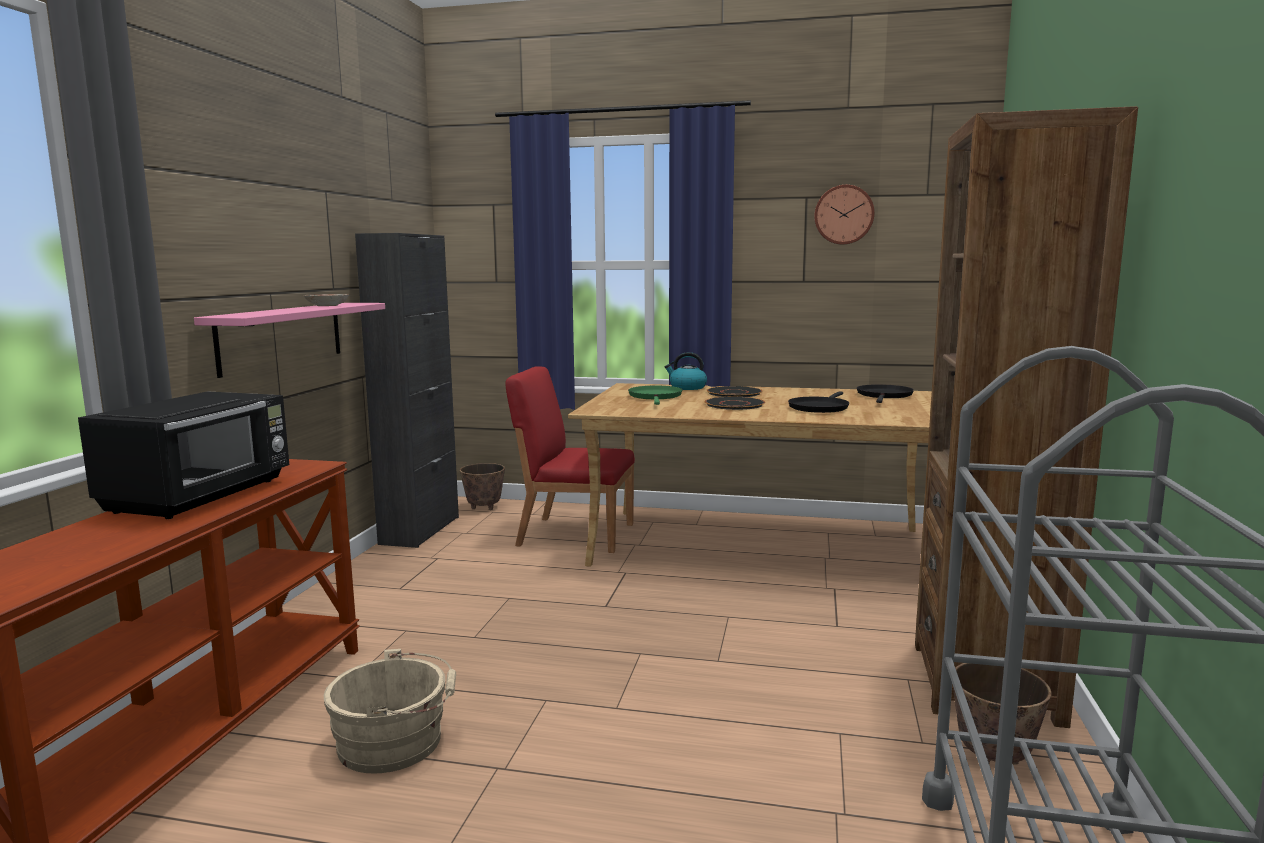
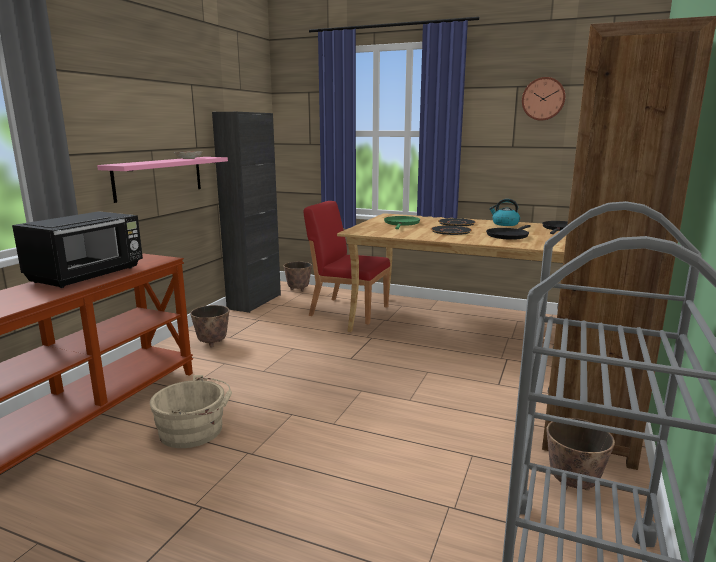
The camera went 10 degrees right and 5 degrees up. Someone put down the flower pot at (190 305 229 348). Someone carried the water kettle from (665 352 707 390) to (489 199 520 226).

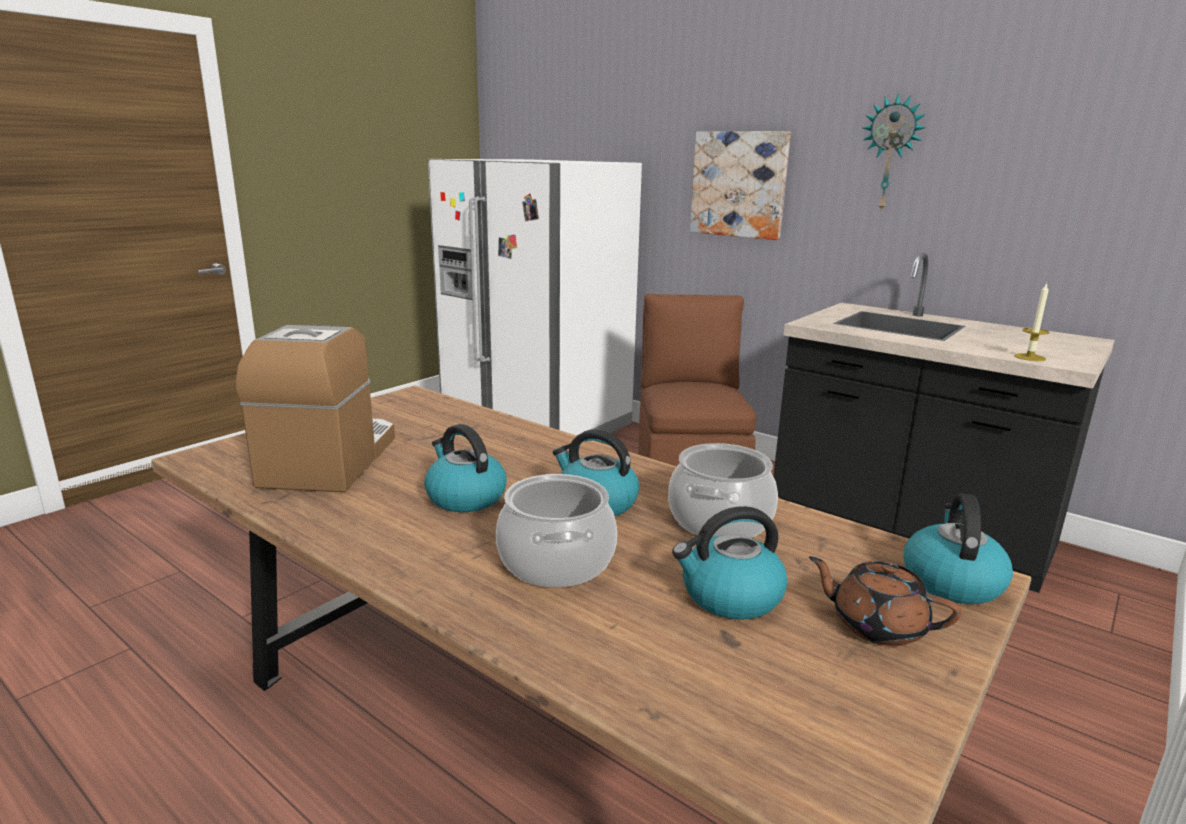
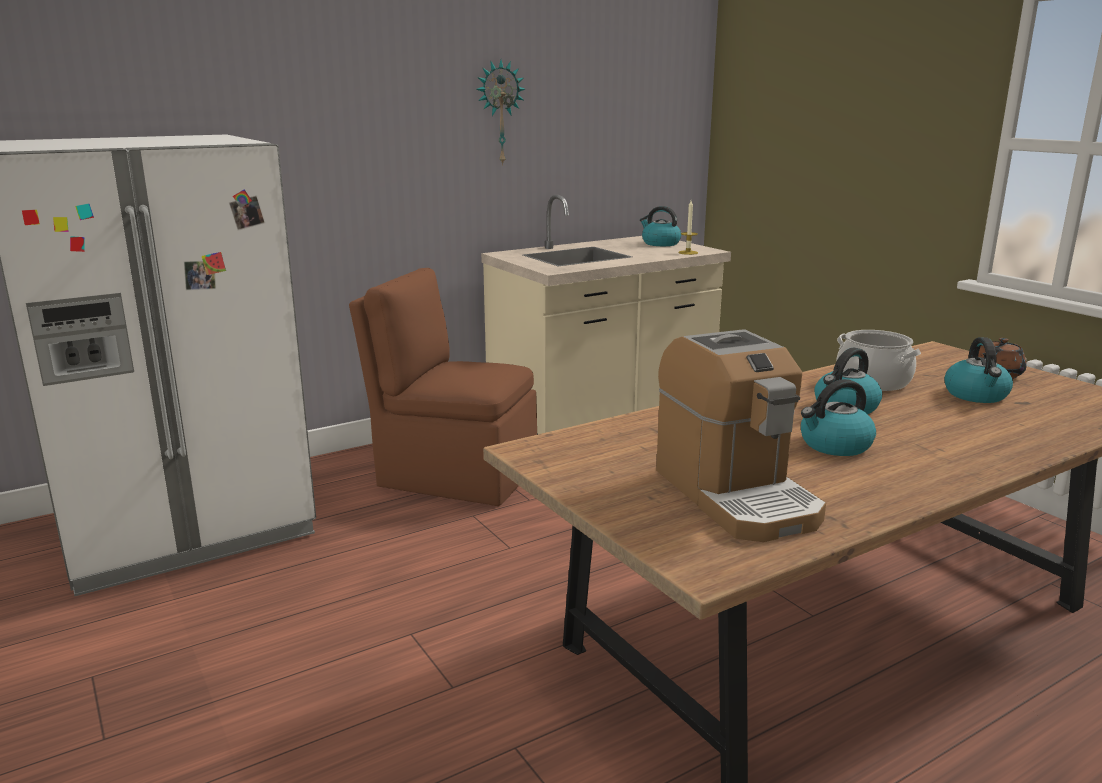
The camera went 70 degrees left and 0 degrees up. Someone took away the stockpot at (496 474 617 587). Someone took away the picture at (690 131 791 240). Someone carried the water kettle from (903 493 1013 604) to (640 206 681 246). Someone repainted the black-coloured counter at (773 253 1115 593), which became the sand-coloured counter at (481 194 731 435). Someone rotated the coffee maker at (236 325 395 492) by 135 degrees counterclockwise.

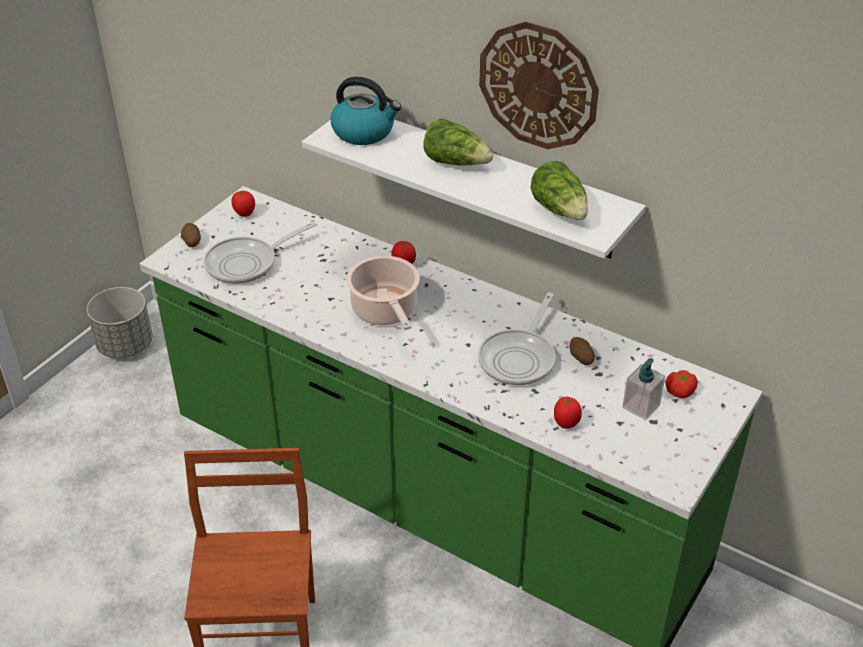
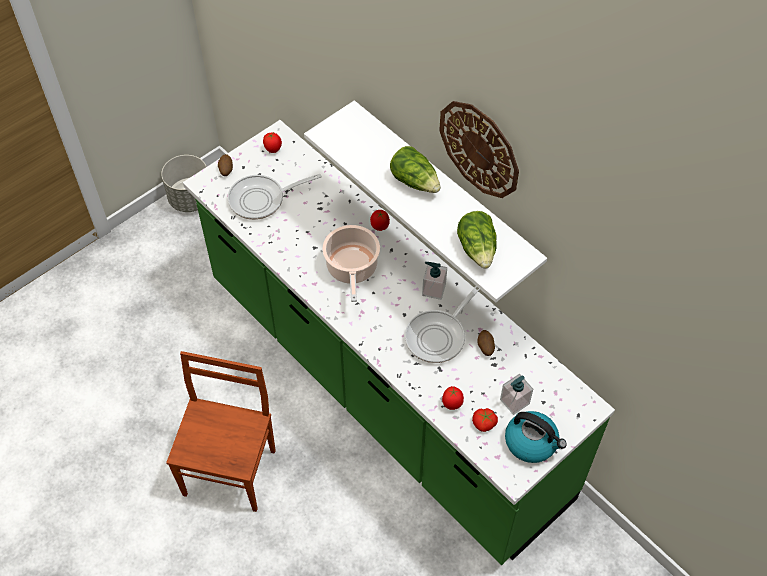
The camera went 15 degrees right and 15 degrees up. Someone put down the liquid soap bottle at (422 262 447 300). Someone carried the water kettle from (331 77 401 145) to (505 411 567 463). Someone carried the whole tomato from (665 370 698 398) to (472 408 498 432).

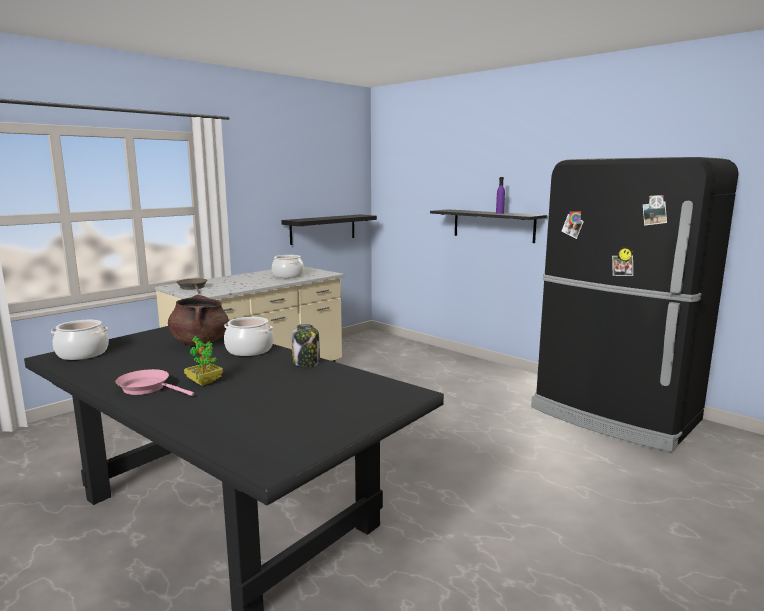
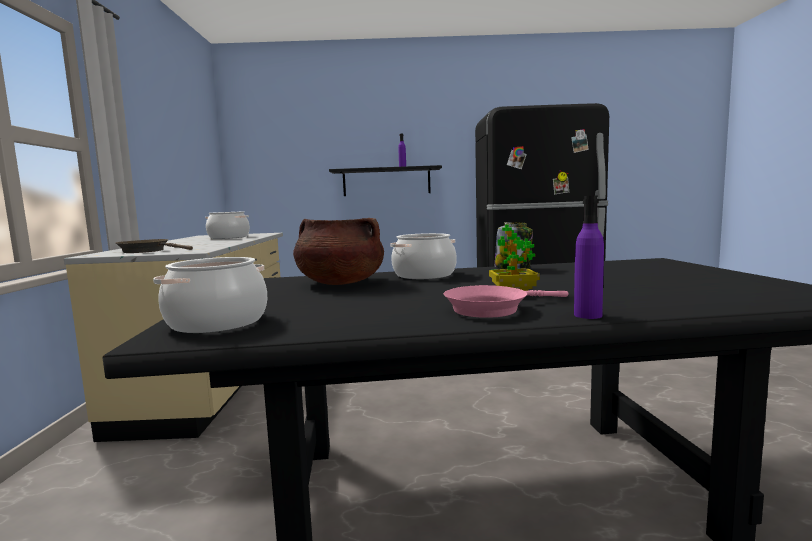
The camera went 45 degrees left and 5 degrees down. Someone took away the black-coloured bracket shelf at (281 214 377 245). Someone put down the purple-coloured drink bottle at (574 195 604 319).

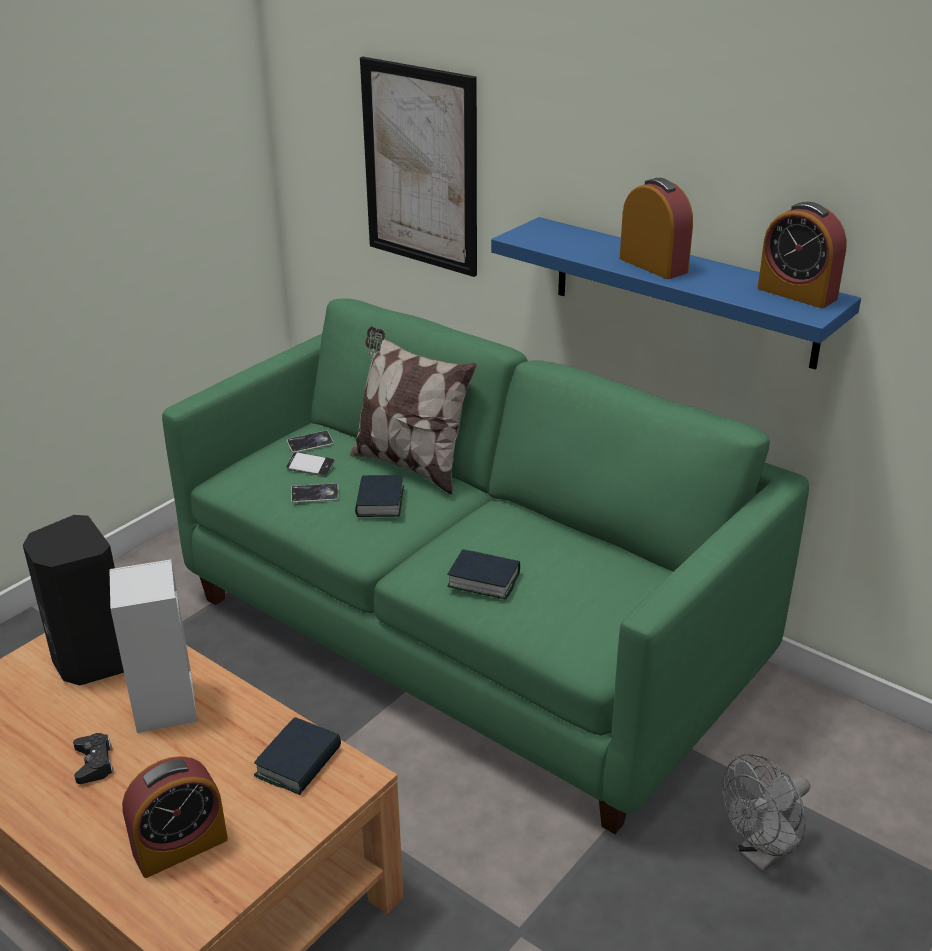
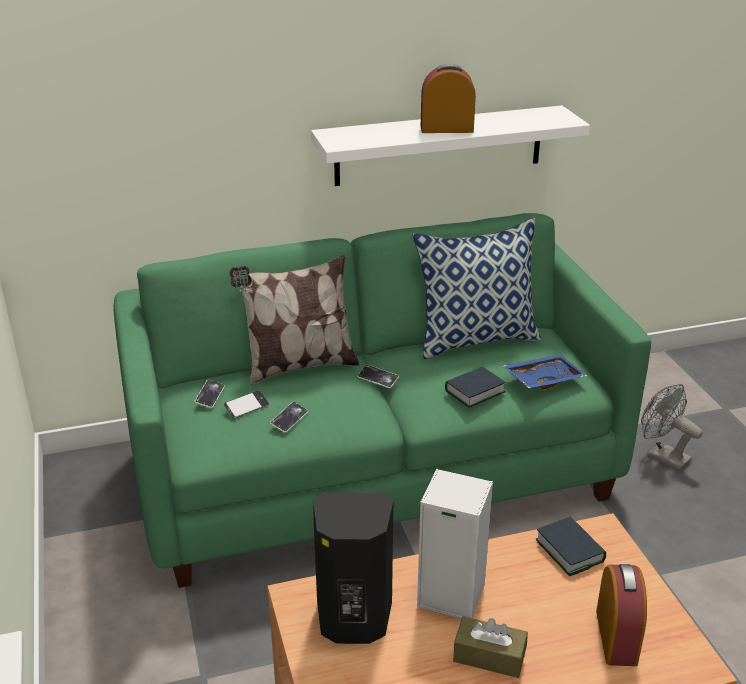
The camera went 55 degrees left and 0 degrees up. Someone took away the book at (355 475 404 517). Someone took away the picture at (360 57 477 277). Someone took away the table clock at (758 202 847 308). Someone put down the telephone at (357 365 399 388). Someone put down the pillow at (413 218 541 359). Someone put down the bluish serving tray at (503 354 588 389). Someone swapped the black-coloured gamepad at (73 733 114 784) for the brown tissue box at (453 616 528 678). Someone repainted the bluish bracket shelf at (491 217 861 369), which became the whitish bracket shelf at (311 105 590 186). Someone rotated the greyish cooling fan at (723 754 810 873) by 135 degrees clockwise.

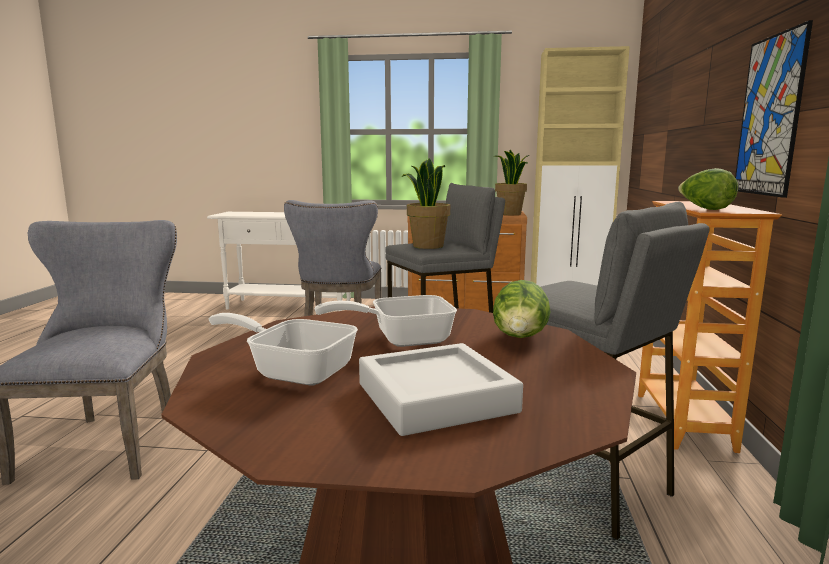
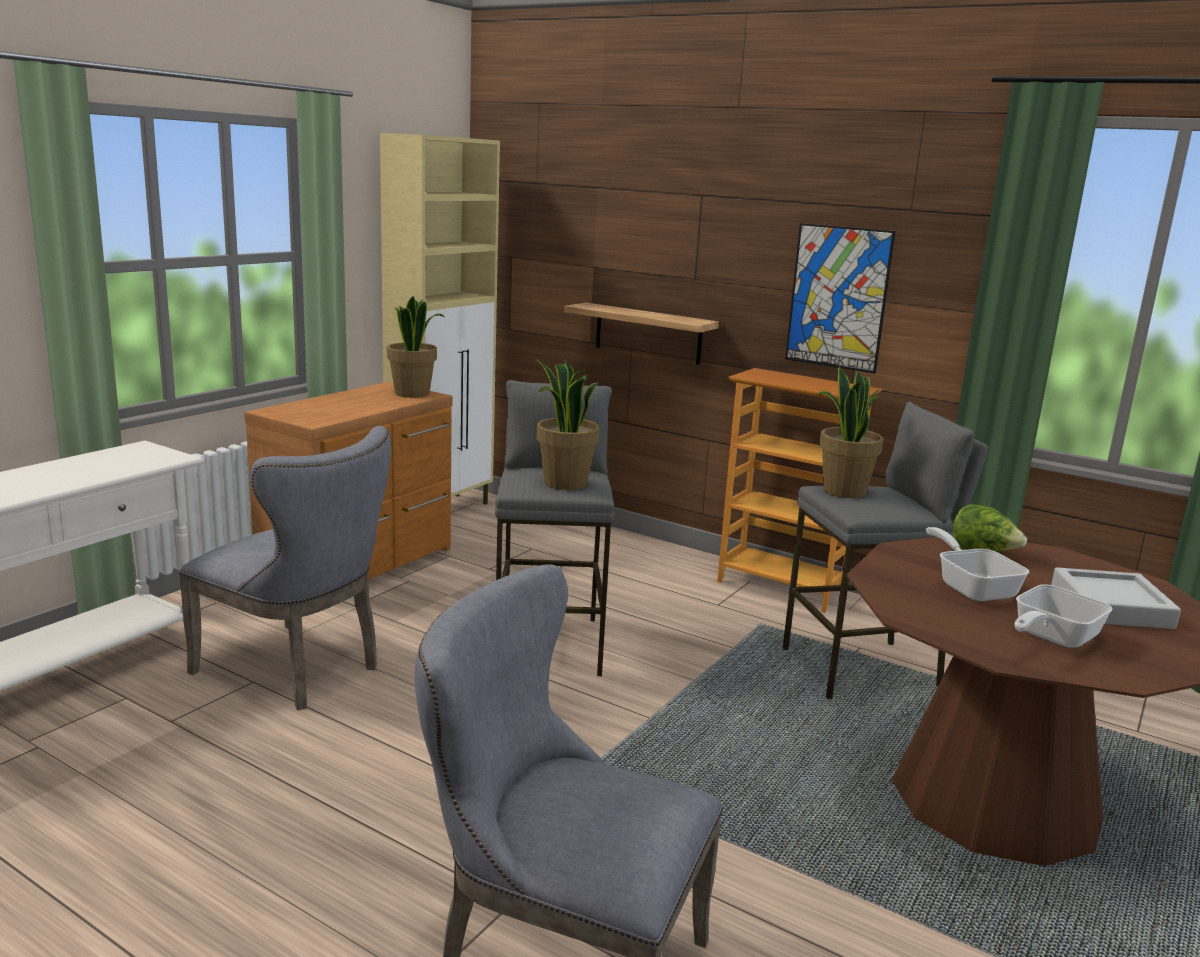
The camera went 65 degrees left and 5 degrees up. Someone took away the lettuce head at (678 168 738 210). Someone put up the bracket shelf at (564 303 719 365). Someone put down the houseplant at (817 366 883 498). Someone rotated the frying pan at (315 295 457 347) by 150 degrees clockwise.

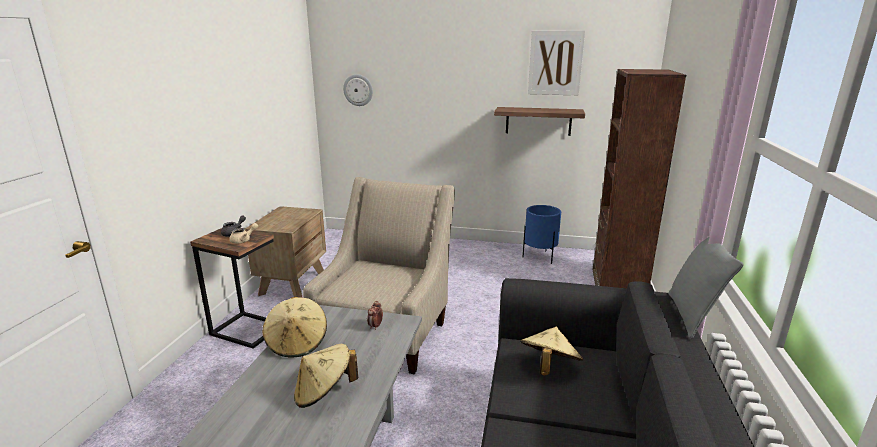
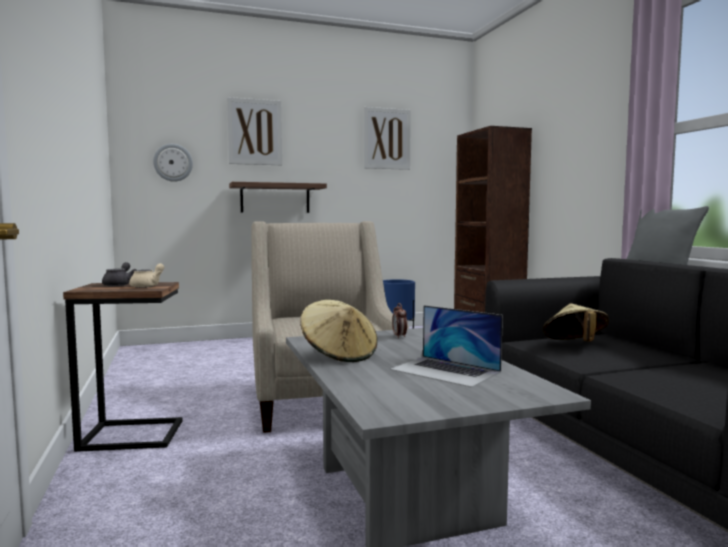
The camera went 30 degrees left and 15 degrees down. Someone took away the brown bedside table at (245 206 326 298). Someone put up the picture at (227 97 282 165). Someone carried the bracket shelf from (494 107 585 136) to (229 182 327 213). Someone swapped the sand-coloured clothing hat at (294 344 358 408) for the portable computer at (390 305 503 388).

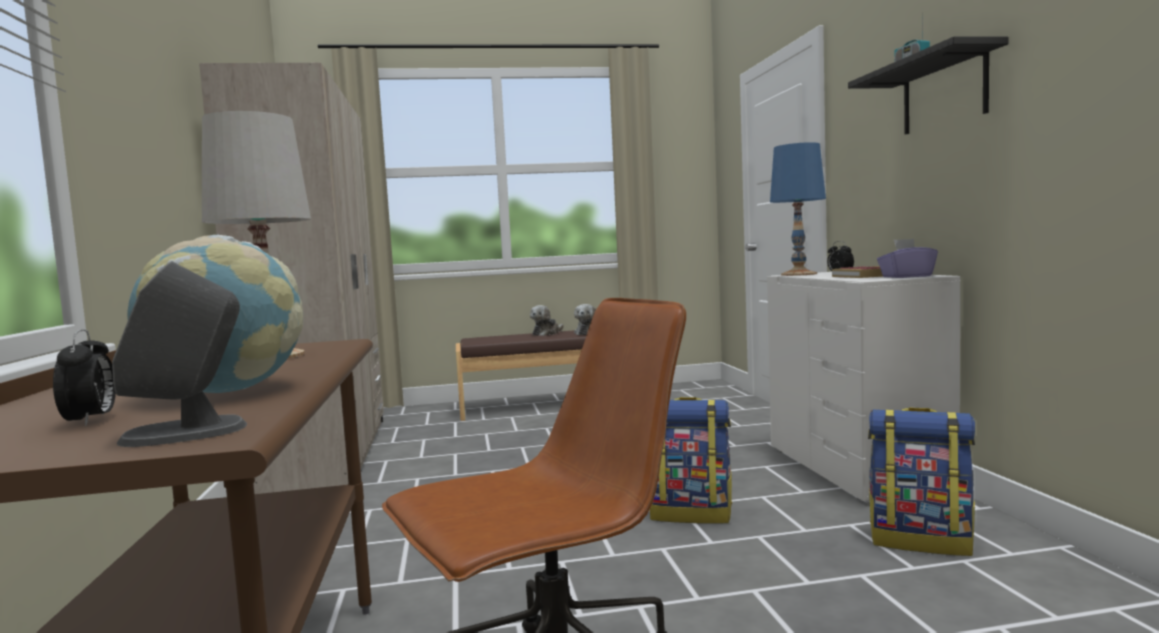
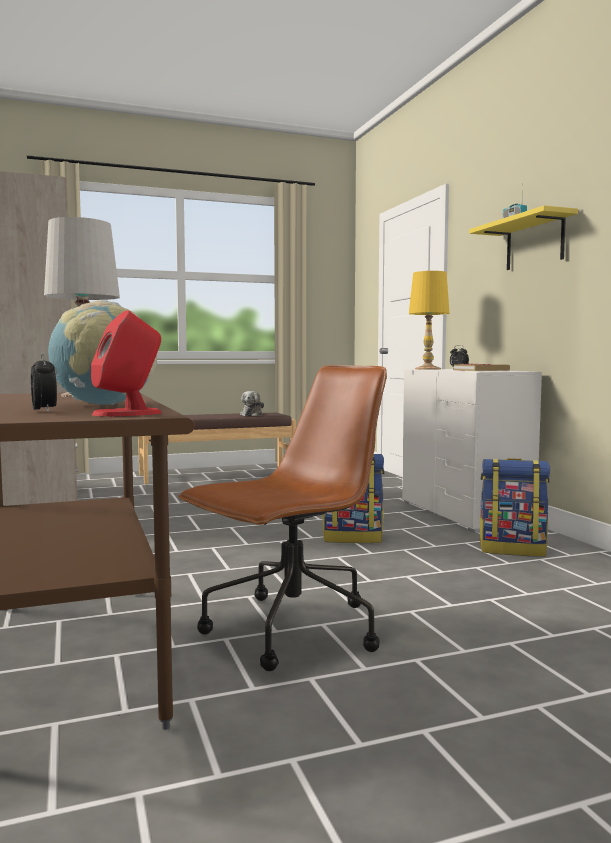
The camera went 10 degrees left and 0 degrees up. Someone took away the cuddly toy at (530 305 563 336). Someone took away the purple-coloured tissue box at (877 238 938 278). Someone repainted the greyish audio speaker at (112 262 247 447), which became the reddish audio speaker at (91 310 161 417). Someone repainted the bluish lamp for a table at (770 142 826 276), which became the yellow lamp for a table at (409 271 450 370). Someone repainted the black-coloured bracket shelf at (848 37 1008 135), which became the yellow bracket shelf at (469 205 578 270).

